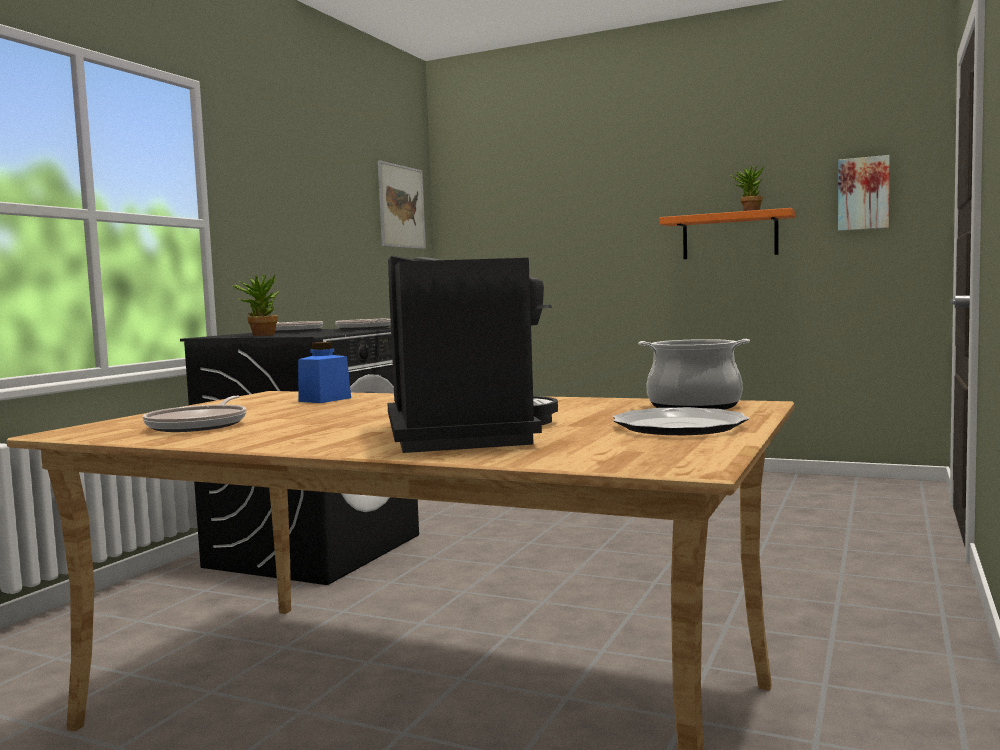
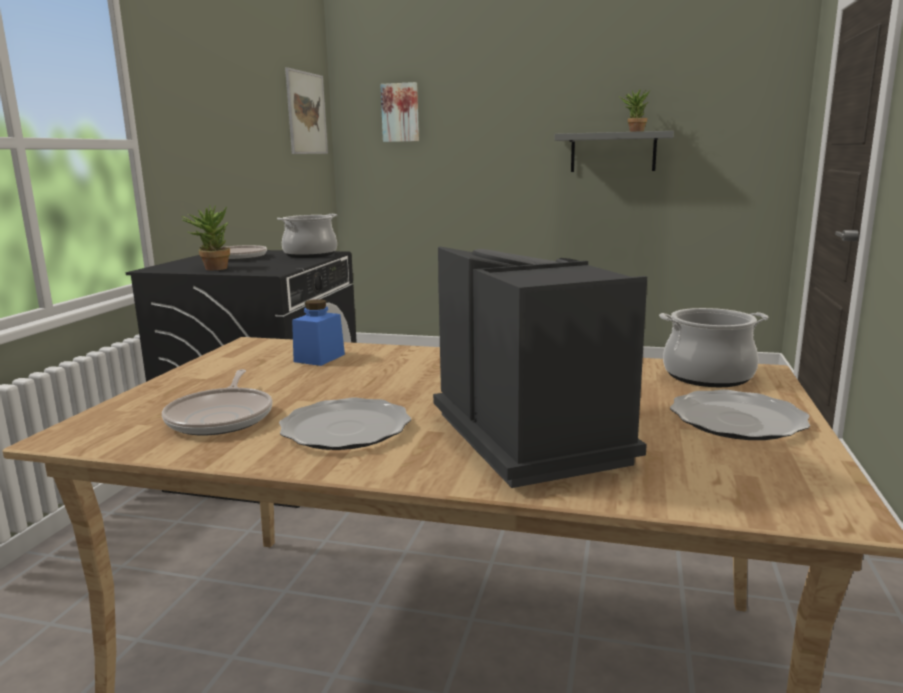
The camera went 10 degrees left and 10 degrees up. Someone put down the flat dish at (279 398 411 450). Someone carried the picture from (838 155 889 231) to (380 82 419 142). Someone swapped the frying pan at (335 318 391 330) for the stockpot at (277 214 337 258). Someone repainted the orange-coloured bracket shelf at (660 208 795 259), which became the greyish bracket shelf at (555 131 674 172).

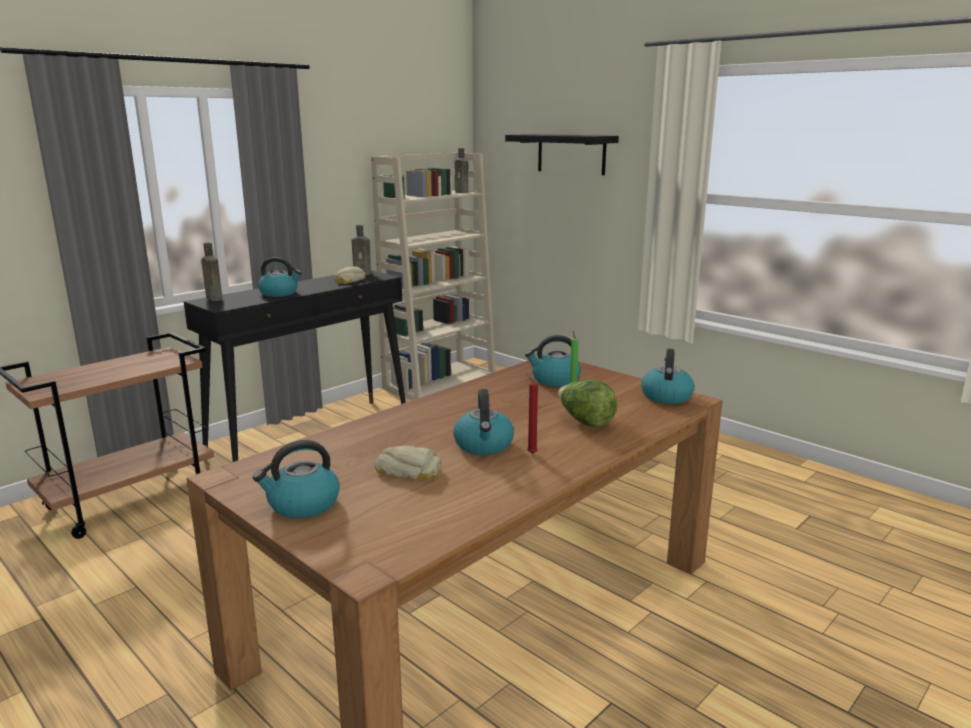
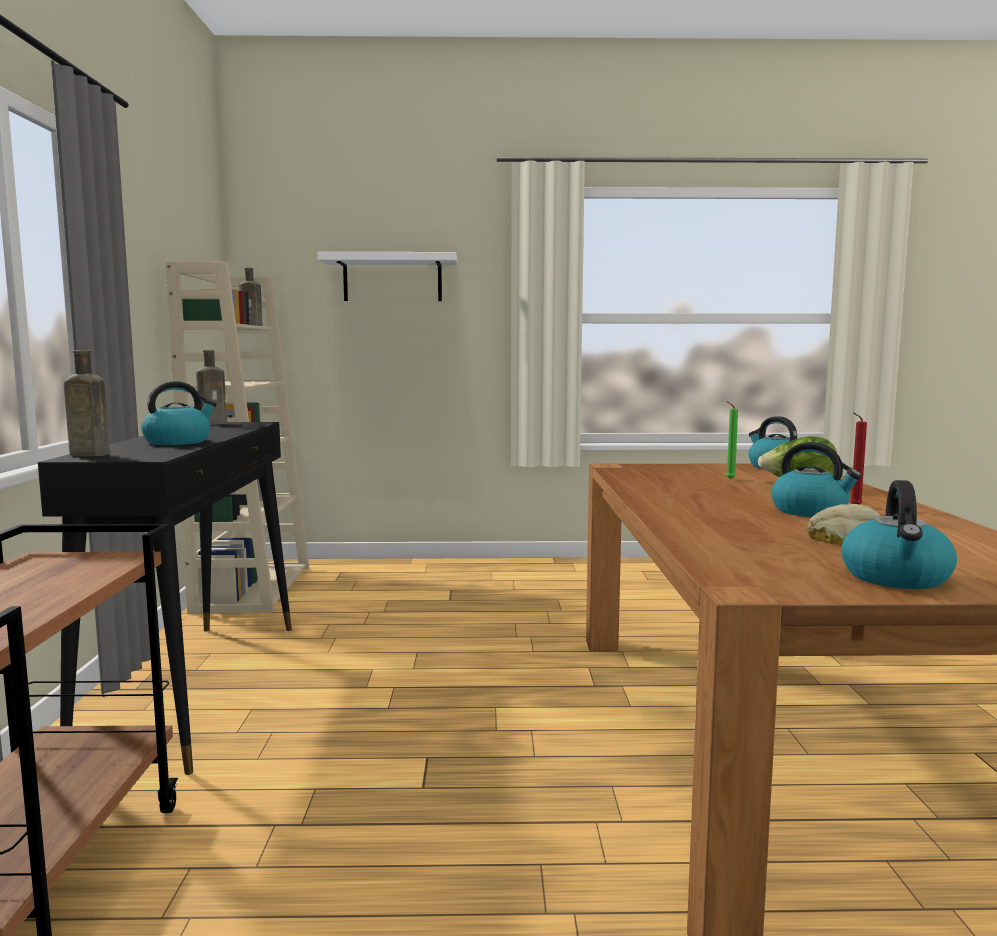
The camera went 45 degrees left and 10 degrees down. Someone took away the baked bread at (335 266 366 284). Someone took away the water kettle at (525 335 581 387). Someone repainted the black-coloured bracket shelf at (505 134 619 175), which became the whitish bracket shelf at (318 252 458 301).

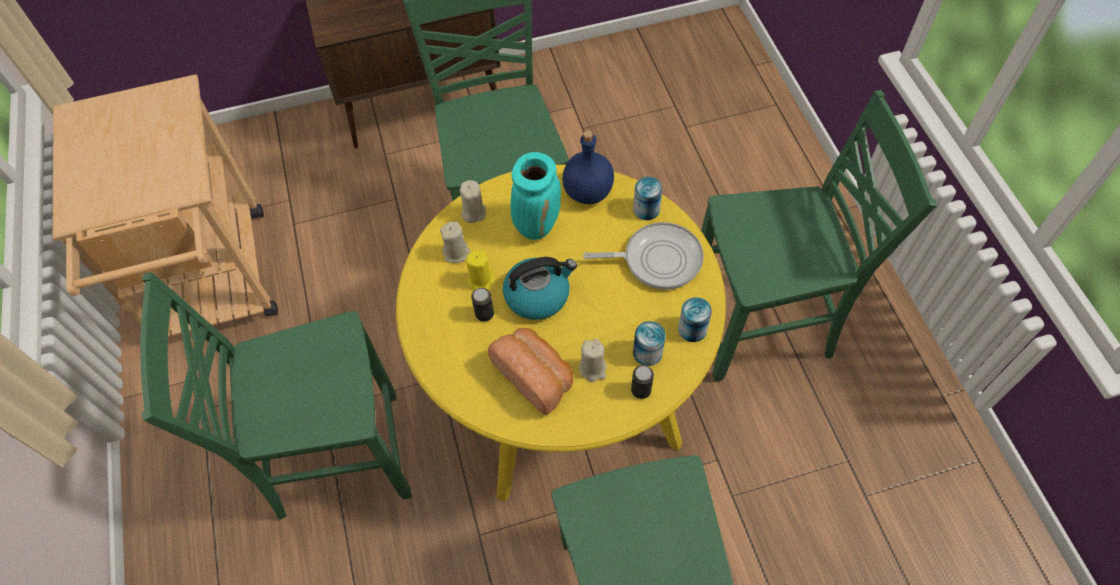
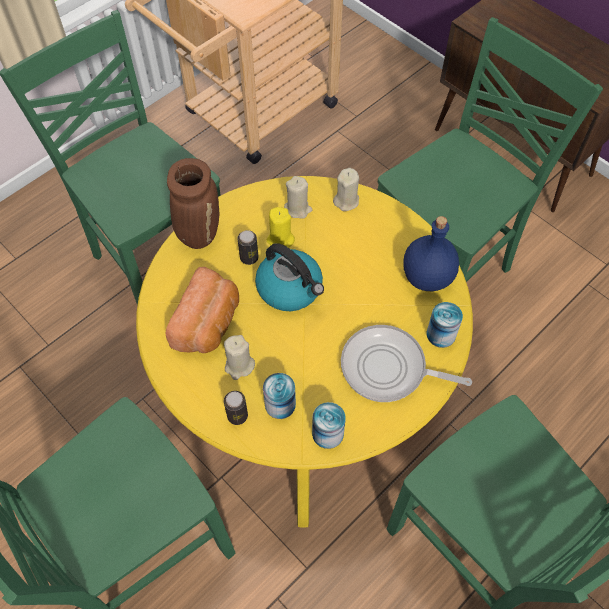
The camera went 60 degrees right and 0 degrees up. Someone took away the blue-green vase at (511 152 561 240). Someone put down the brown vase at (167 158 219 249). Someone rotated the frying pan at (583 222 704 290) by 135 degrees clockwise.

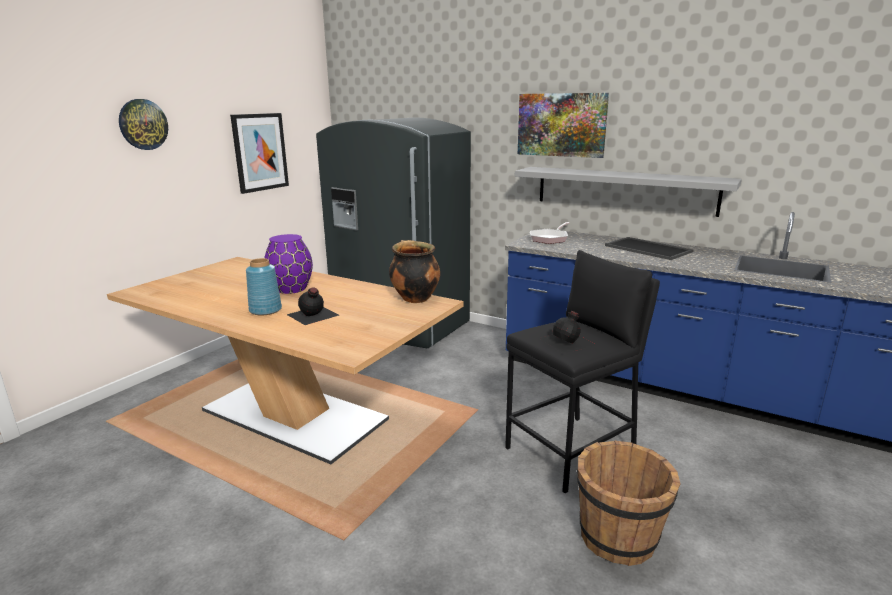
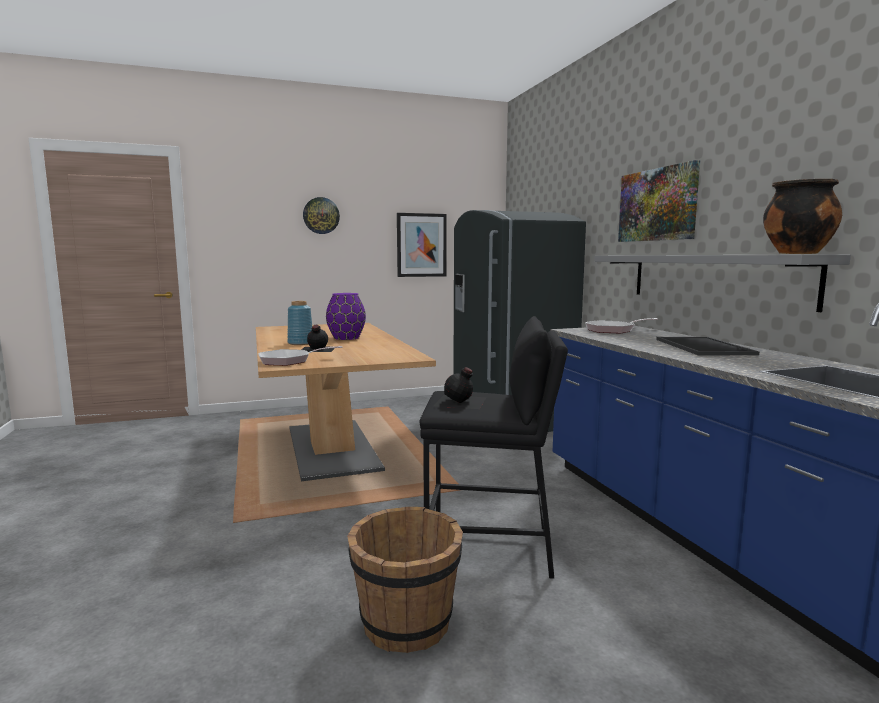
The camera went 40 degrees right and 10 degrees down. Someone put down the frying pan at (259 346 342 366). Someone carried the stockpot from (389 240 440 303) to (763 179 842 254).

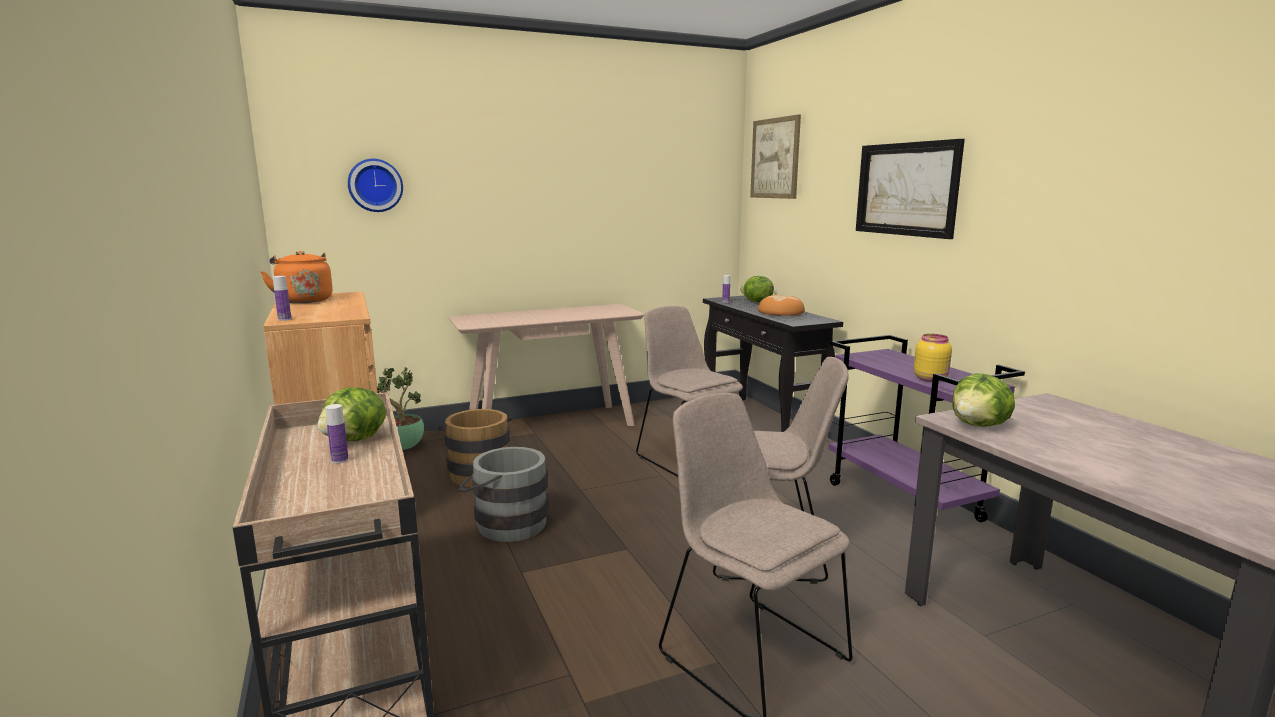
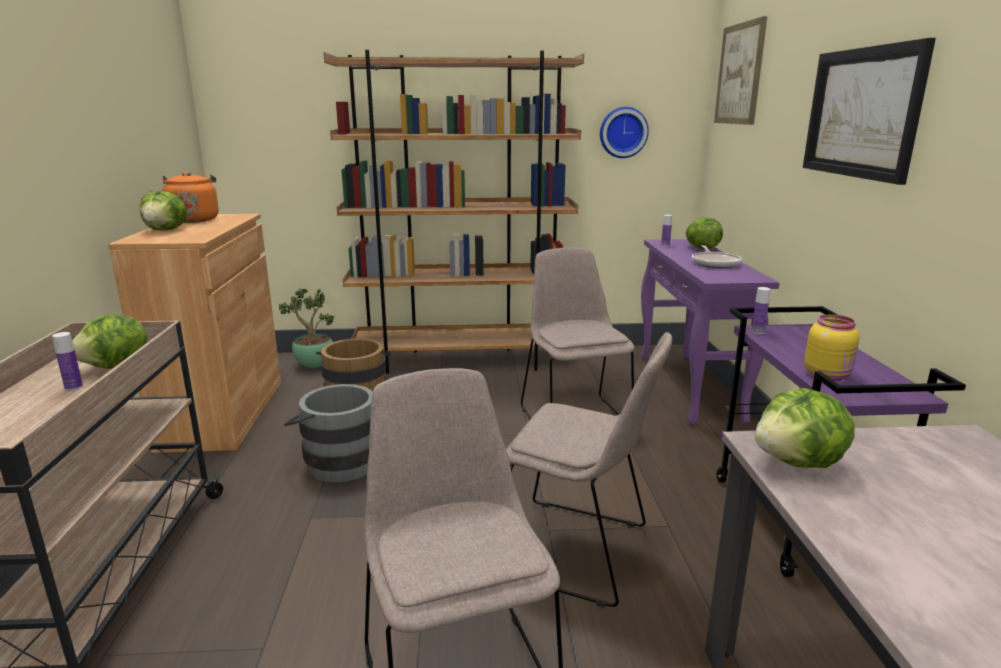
The camera went 20 degrees right and 5 degrees up. Someone put down the lettuce head at (140 191 187 231). Someone carried the drink bottle from (273 276 291 321) to (752 287 771 334). Someone carried the clock on the wall from (348 159 403 212) to (600 107 649 158). Someone swapped the sand-coloured narrow table at (448 304 644 426) for the brown shelving unit at (324 50 584 374). Someone swapped the baked bread at (758 295 805 316) for the frying pan at (692 245 742 268). Someone repainted the black-coloured narrow table at (703 295 843 432), which became the purple-coloured narrow table at (641 239 780 425).

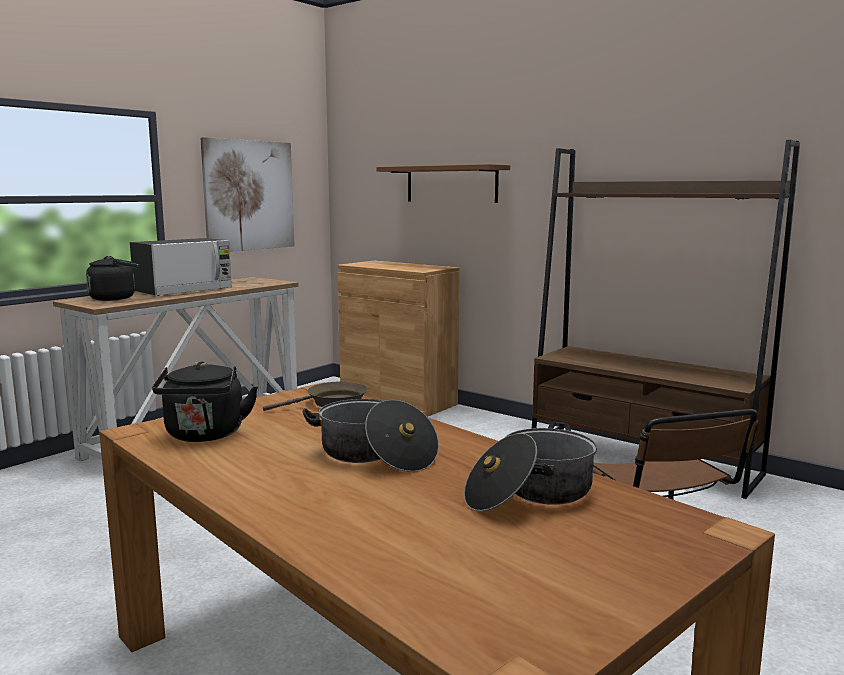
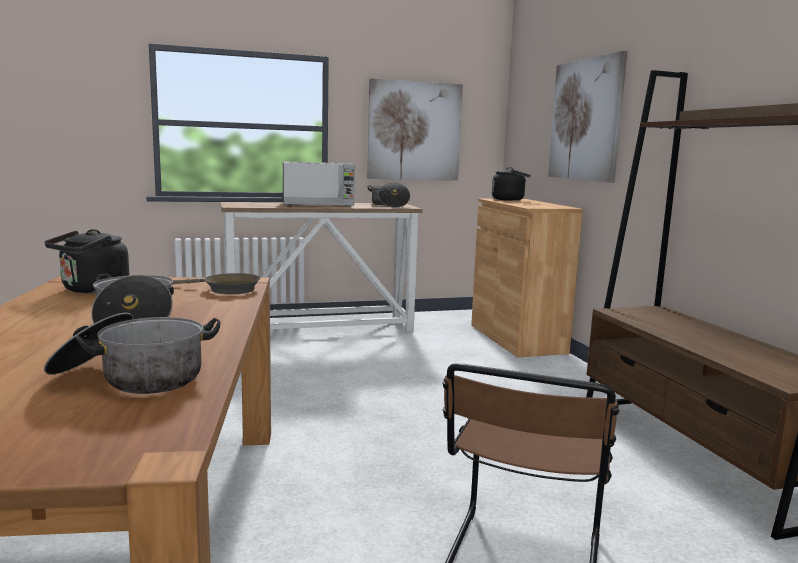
The camera went 35 degrees right and 0 degrees up. Someone put down the stockpot at (368 183 410 208). Someone carried the black-coloured water kettle from (86 256 140 301) to (492 167 530 201). Someone swapped the brown bracket shelf at (377 164 510 203) for the picture at (548 51 628 183).

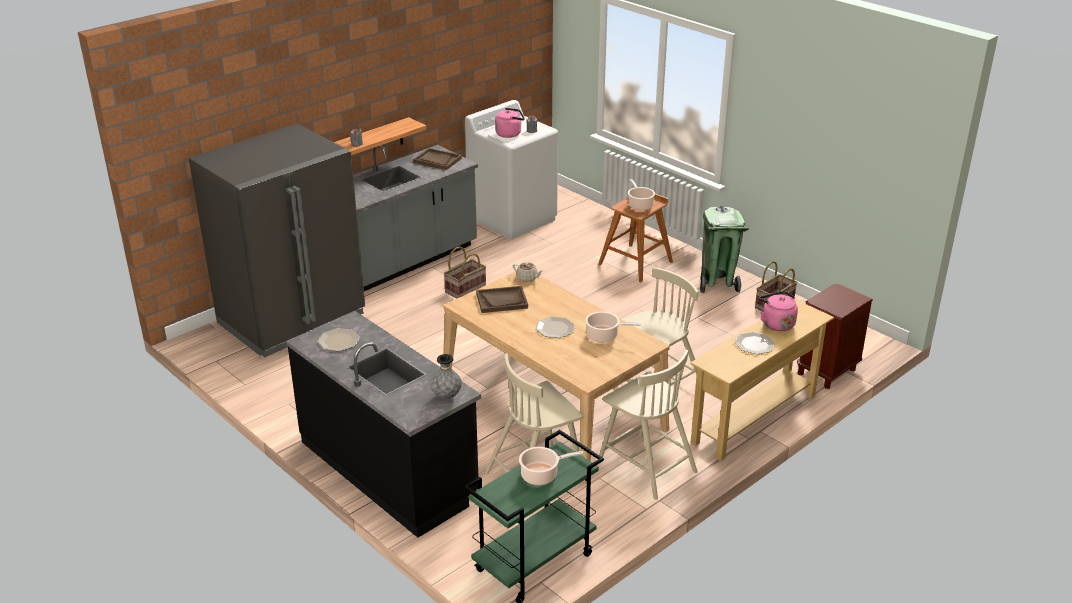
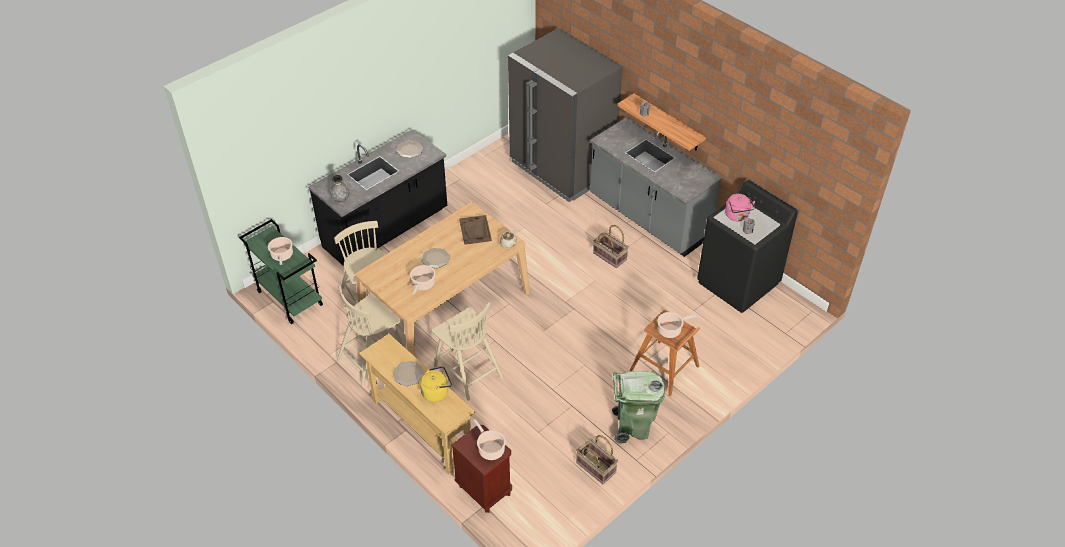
The camera went 90 degrees right and 15 degrees up. Someone took away the brown serving tray at (413 148 462 170). Someone put down the stockpot at (473 419 506 460). Someone repainted the whitish laundry appliance at (465 100 558 240), which became the black-coloured laundry appliance at (697 180 798 313). Someone repainted the pinkish water kettle at (759 291 798 331), which became the yellow water kettle at (420 366 452 402).

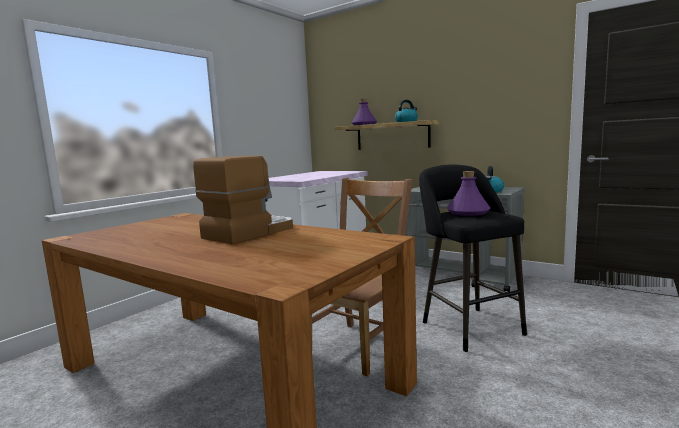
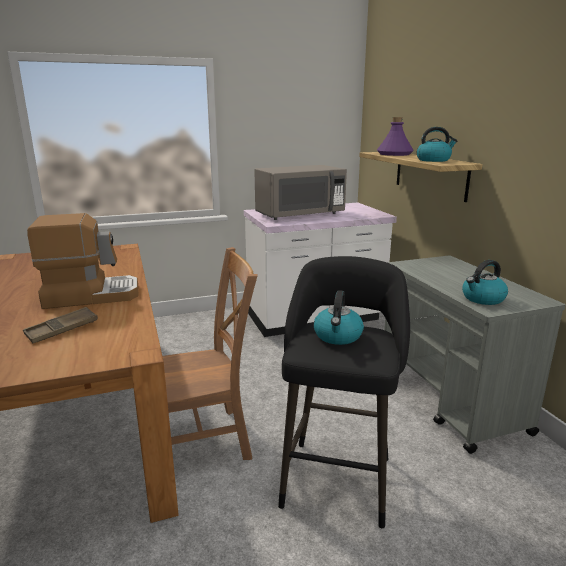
The camera went 35 degrees right and 10 degrees up. Someone put down the brown serving tray at (23 307 98 343). Someone put down the greyish microwave at (254 165 347 220). Someone swapped the purple-coloured drink bottle at (447 171 491 216) for the water kettle at (314 290 364 345).

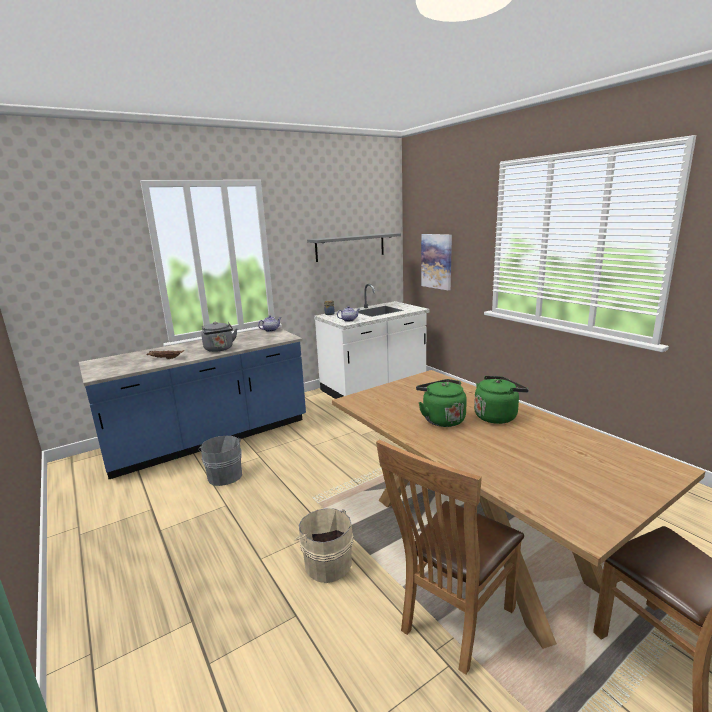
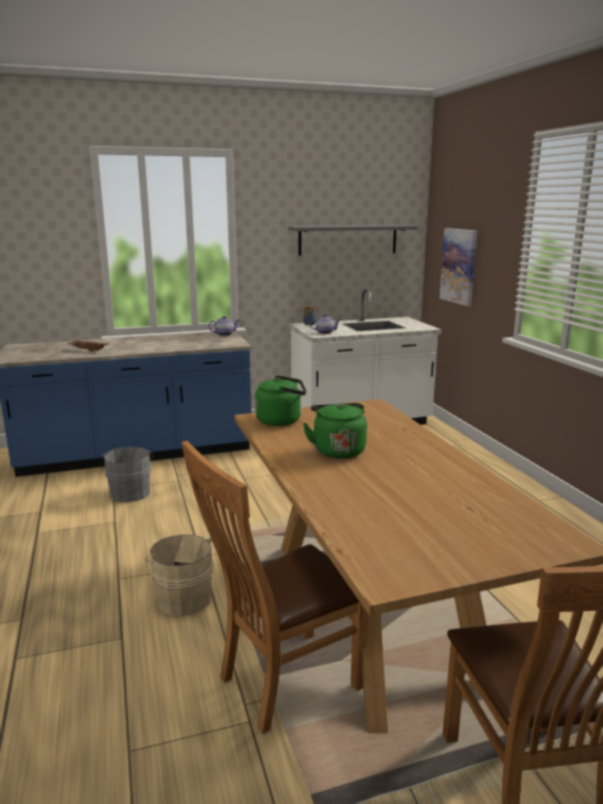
The camera went 15 degrees right and 0 degrees up. Someone took away the greyish water kettle at (201 322 238 352). Someone carried the green water kettle from (474 376 529 424) to (255 375 306 426).

